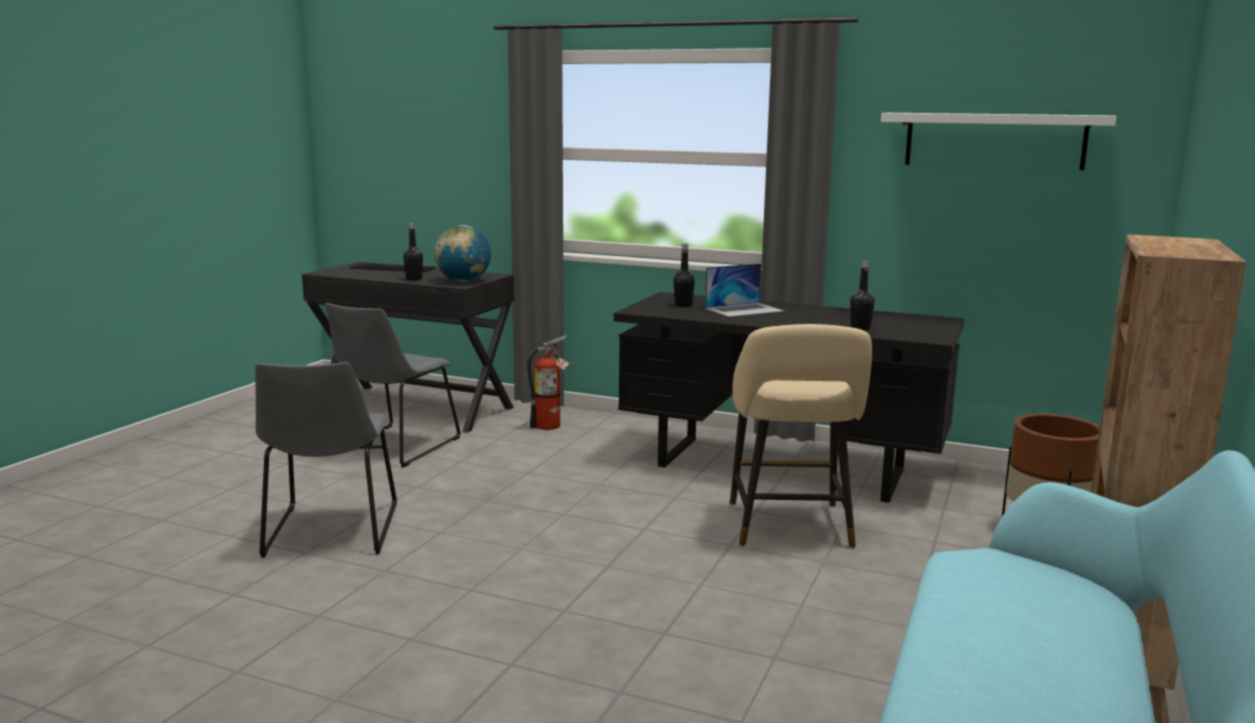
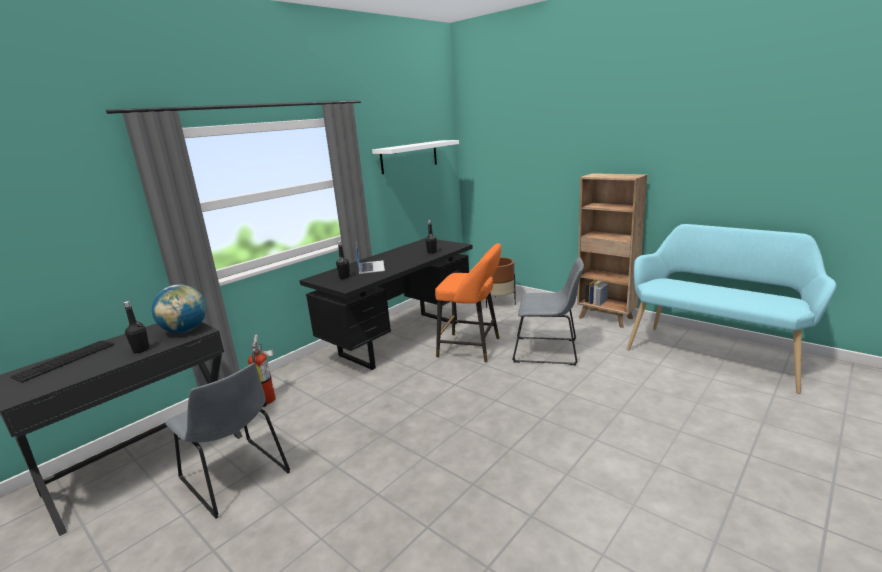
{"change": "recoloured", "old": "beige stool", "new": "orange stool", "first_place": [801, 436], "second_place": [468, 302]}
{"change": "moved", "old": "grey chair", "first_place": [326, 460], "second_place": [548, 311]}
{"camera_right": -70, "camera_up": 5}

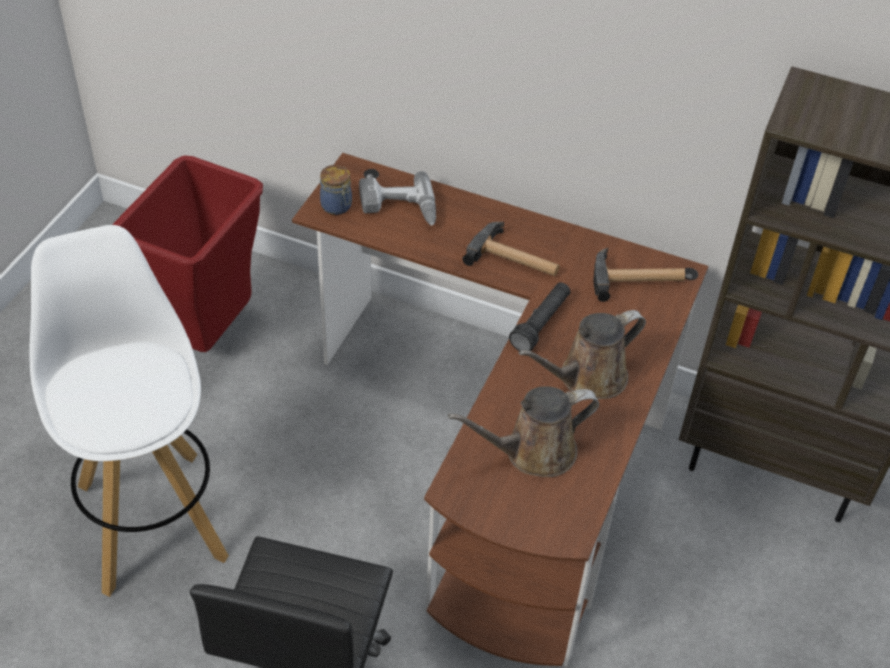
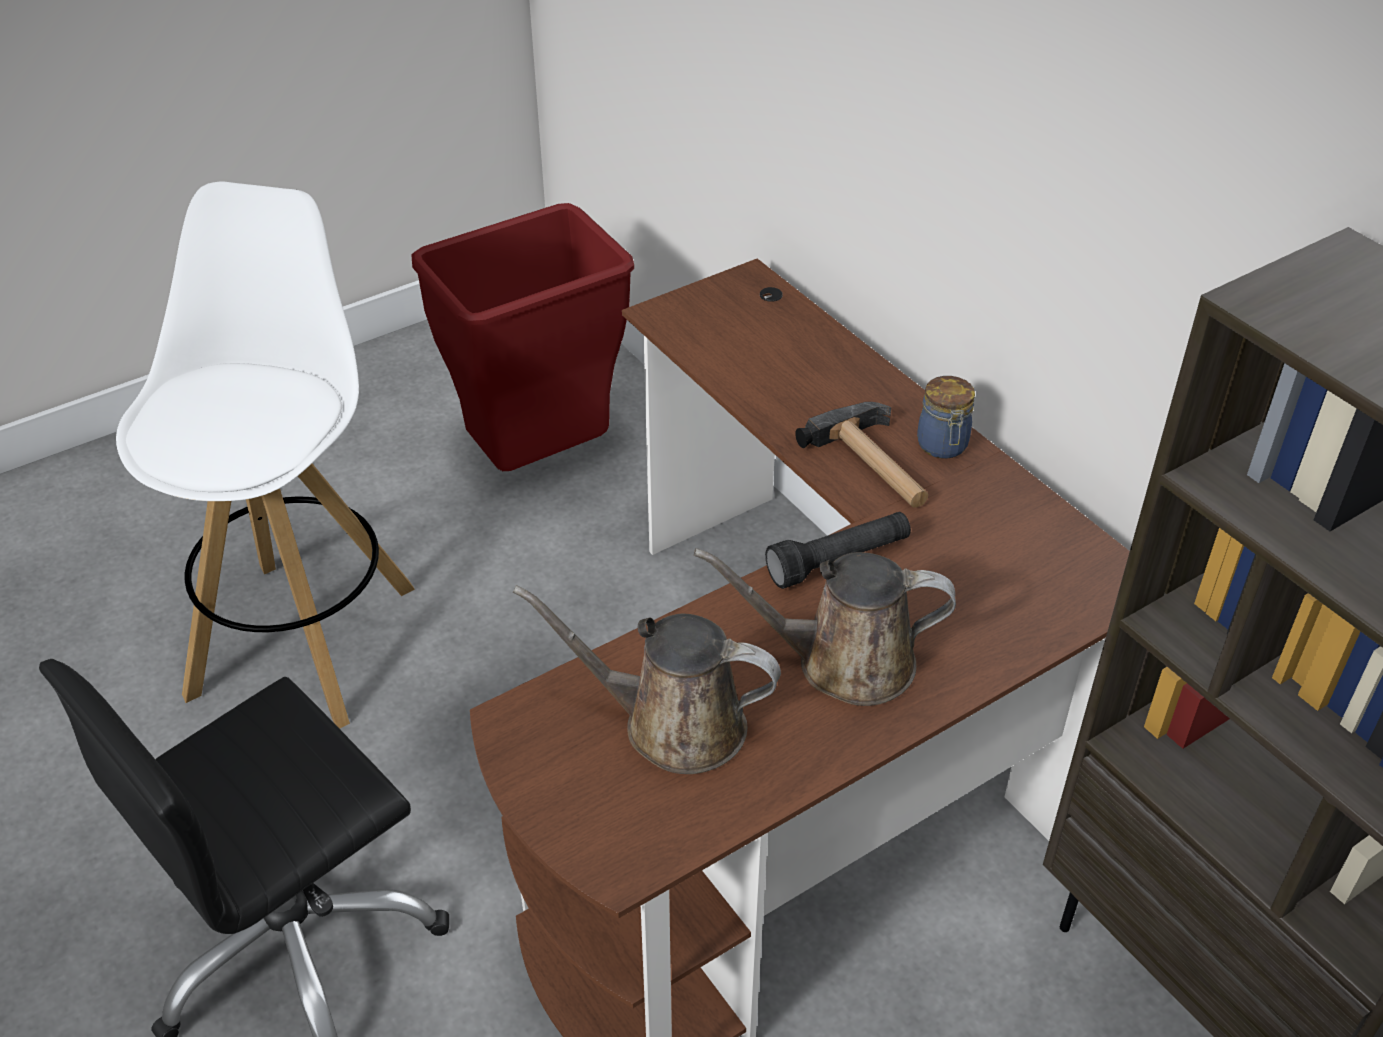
{"change": "moved", "old": "jar", "first_place": [336, 190], "second_place": [946, 417]}
{"change": "removed", "old": "power drill", "first_place": [397, 198]}
{"change": "removed", "old": "hammer", "first_place": [639, 275]}
{"camera_right": 35, "camera_up": -5}

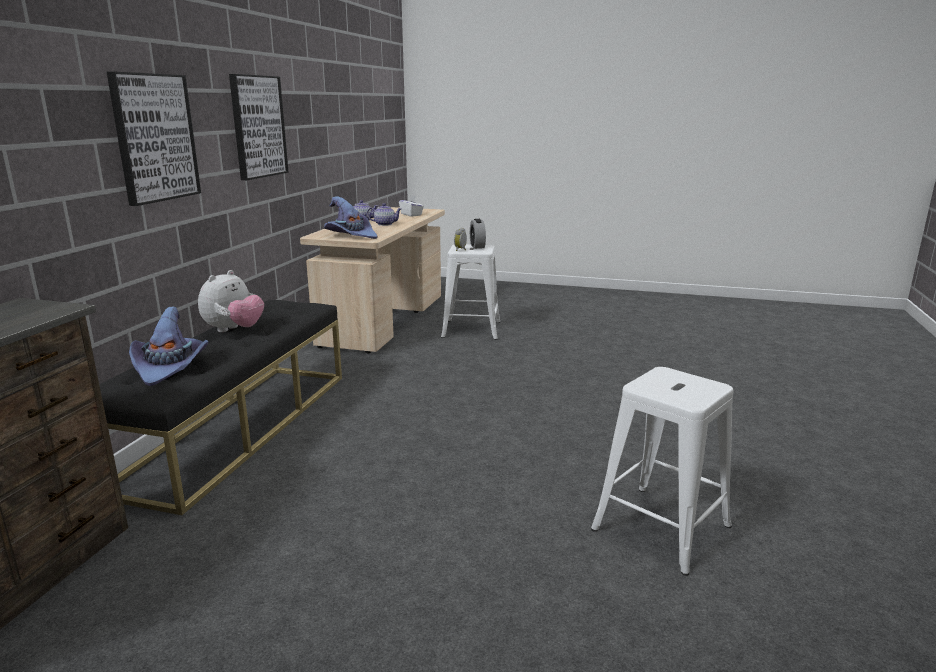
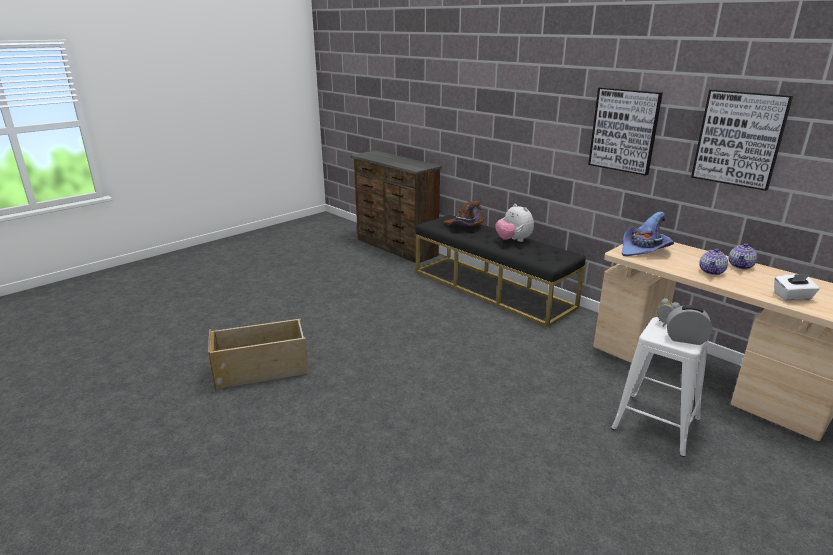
{"change": "moved", "old": "picture", "first_place": [154, 139], "second_place": [742, 140]}
{"change": "recoloured", "old": "purple hat", "new": "brown hat", "first_place": [169, 346], "second_place": [464, 214]}
{"change": "replaced", "old": "white stool", "new": "beige storage box", "first_place": [662, 471], "second_place": [258, 355]}
{"camera_right": 120, "camera_up": 5}

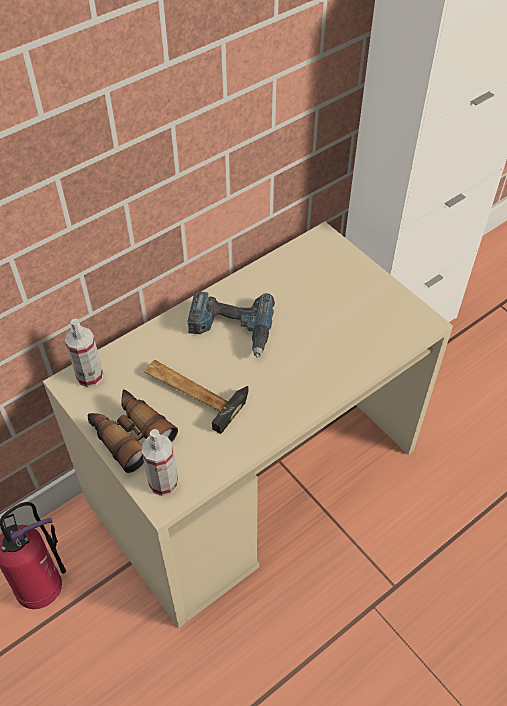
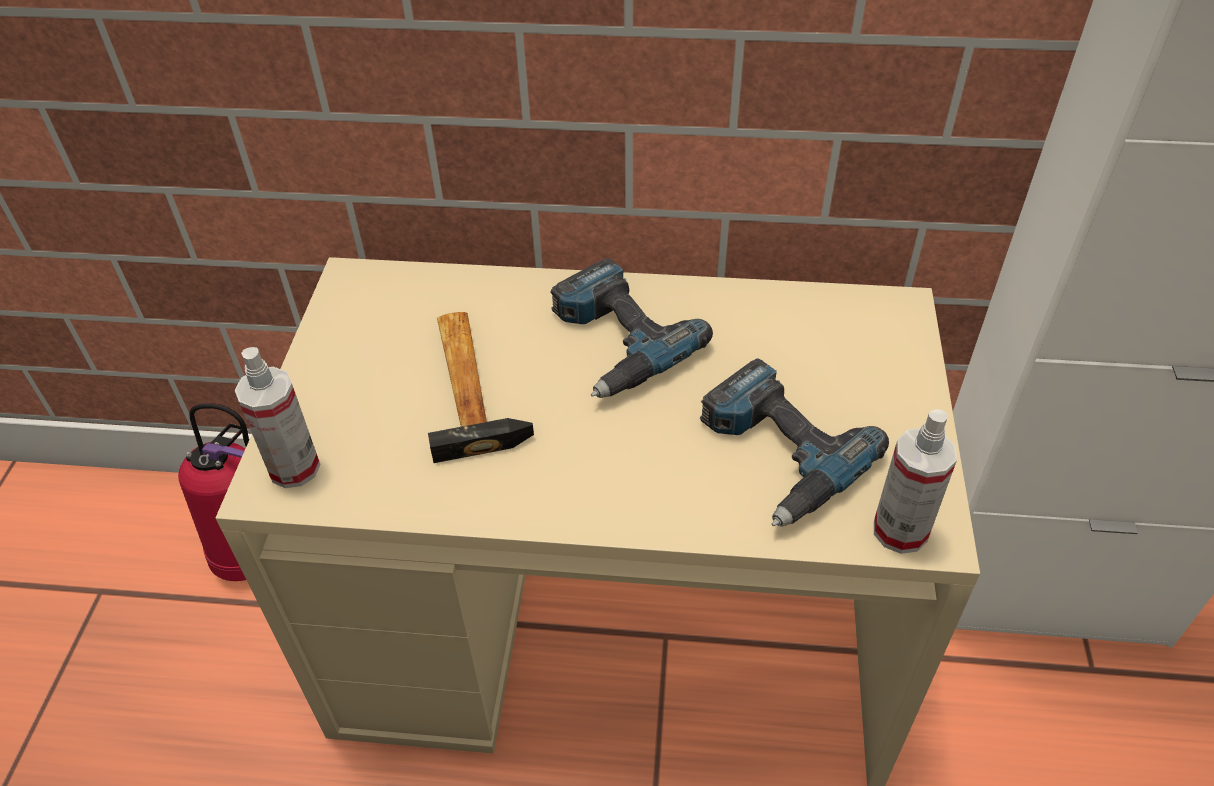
{"change": "moved", "old": "spray bottle", "first_place": [84, 352], "second_place": [915, 481]}
{"change": "removed", "old": "binoculars", "first_place": [133, 431]}
{"change": "added", "new": "power drill", "second_place": [794, 442]}
{"camera_right": 45, "camera_up": -5}

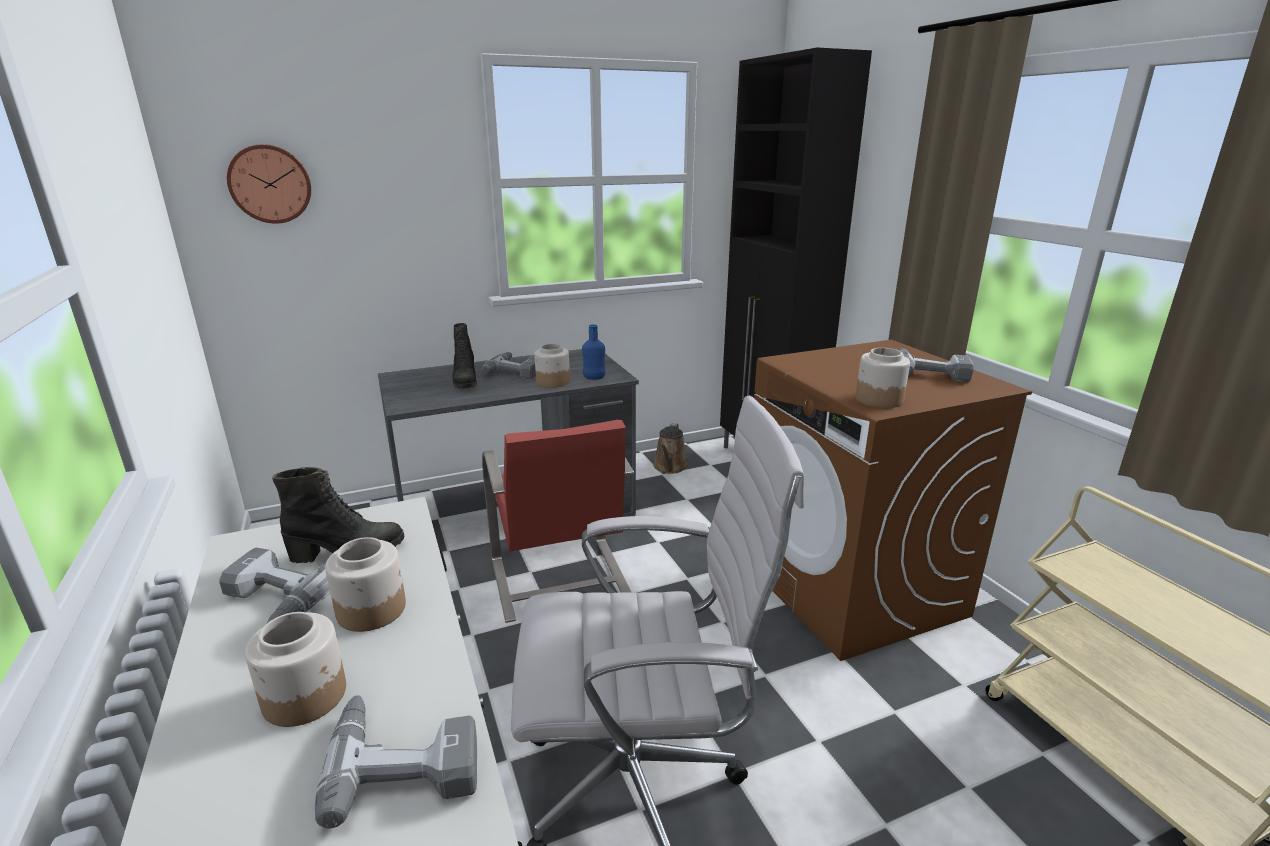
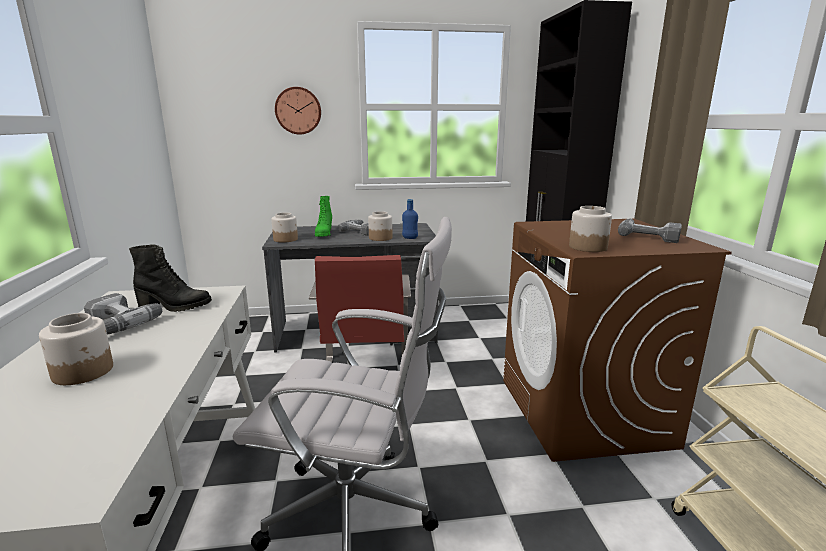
{"change": "moved", "old": "wall clock", "first_place": [269, 184], "second_place": [298, 111]}
{"change": "recoloured", "old": "black boot", "new": "green boot", "first_place": [465, 356], "second_place": [323, 216]}
{"change": "removed", "old": "brown watering can", "first_place": [671, 448]}
{"change": "moved", "old": "jar", "first_place": [365, 584], "second_place": [284, 228]}
{"change": "removed", "old": "power drill", "first_place": [396, 762]}
{"camera_right": 15, "camera_up": -5}

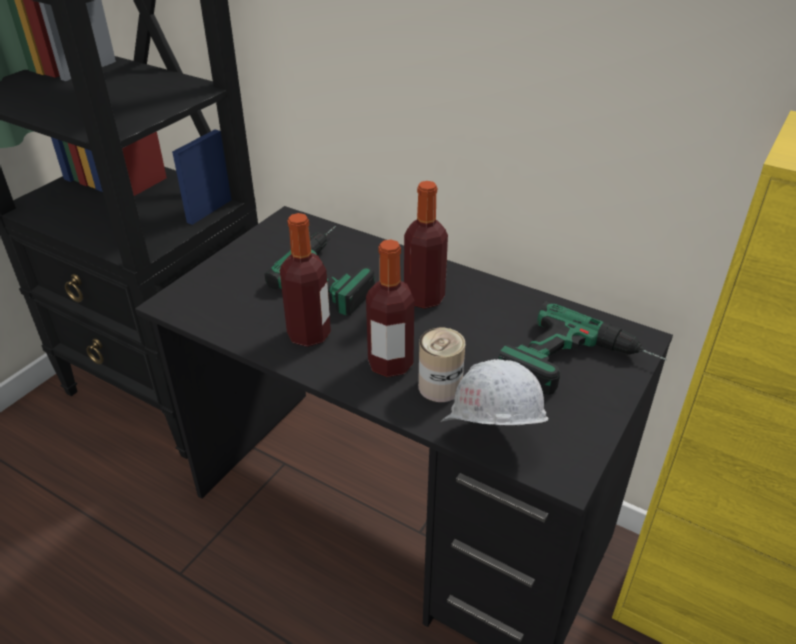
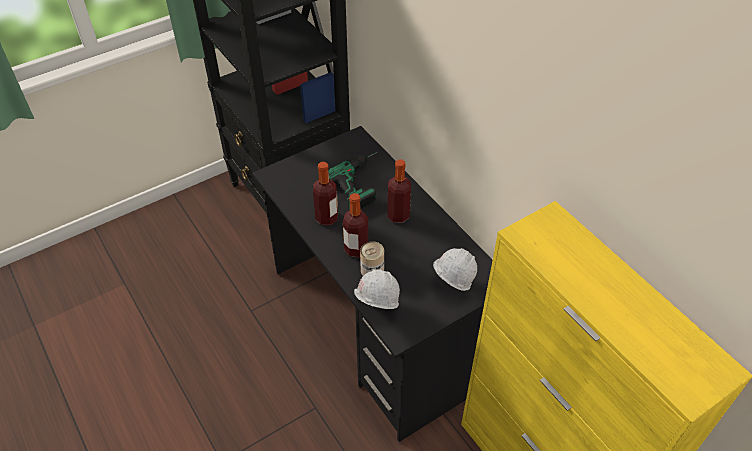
{"change": "replaced", "old": "power drill", "new": "white hard hat", "first_place": [583, 348], "second_place": [455, 269]}
{"camera_right": 25, "camera_up": 10}

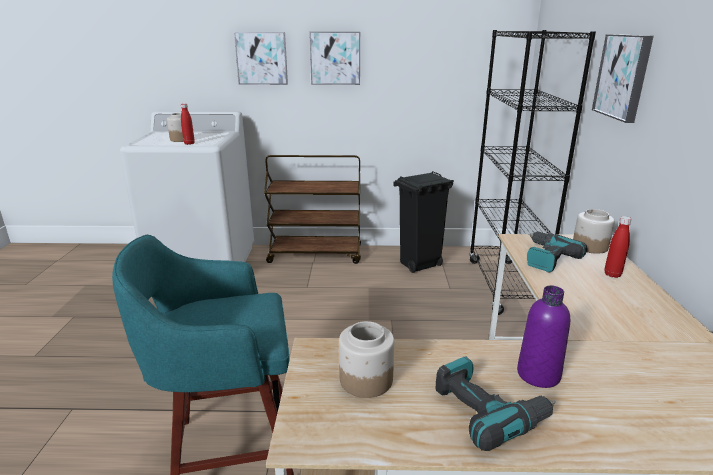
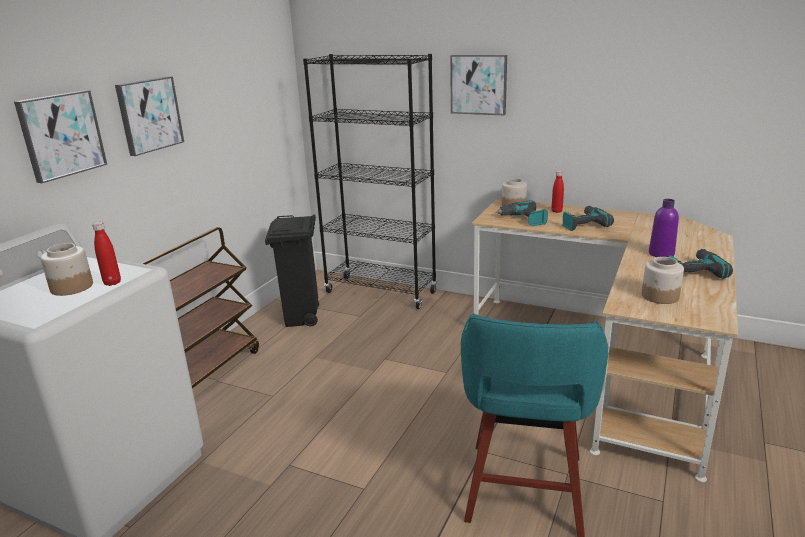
{"change": "added", "new": "power drill", "second_place": [588, 218]}
{"camera_right": -65, "camera_up": 0}

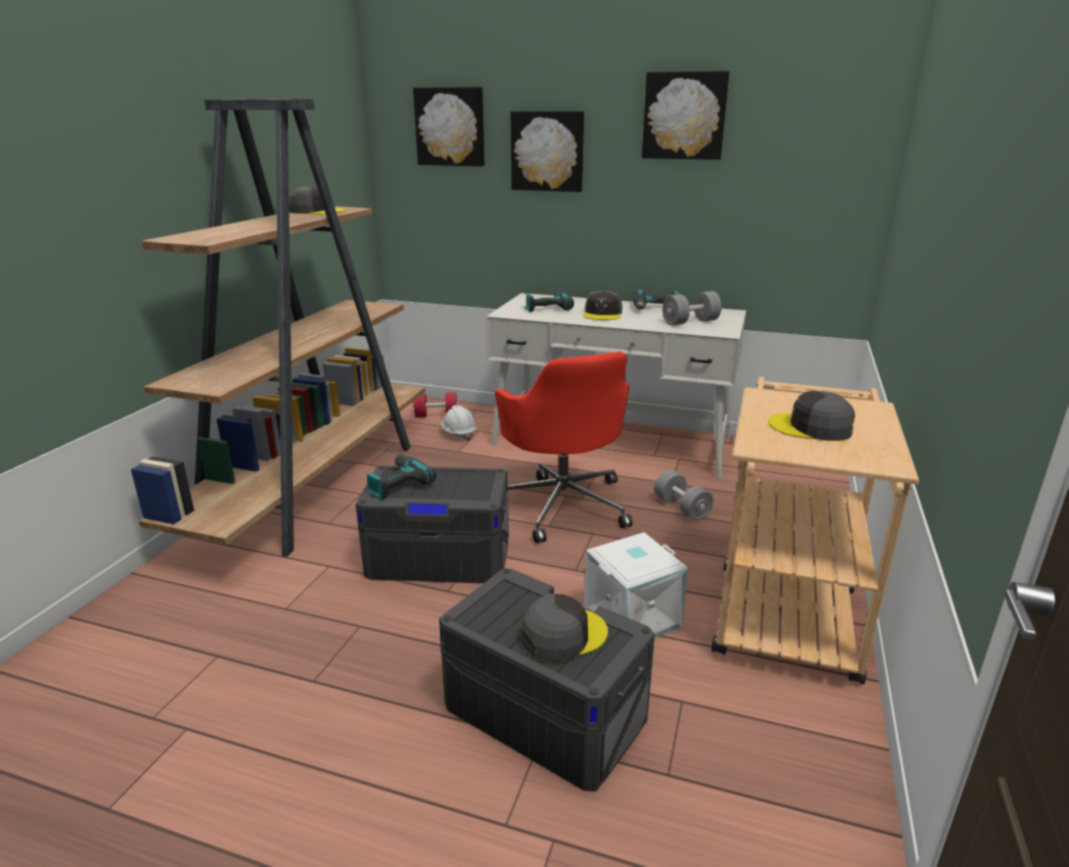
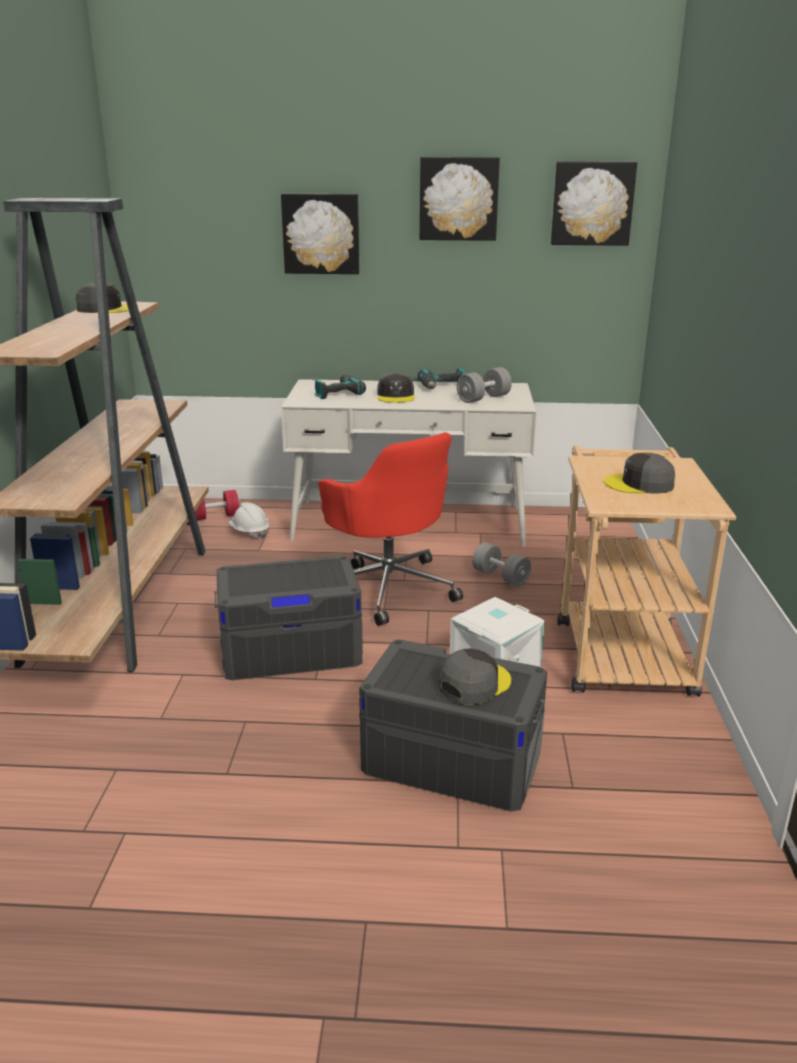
{"change": "moved", "old": "picture", "first_place": [449, 126], "second_place": [594, 204]}
{"change": "removed", "old": "power drill", "first_place": [401, 477]}
{"camera_right": -15, "camera_up": 0}

